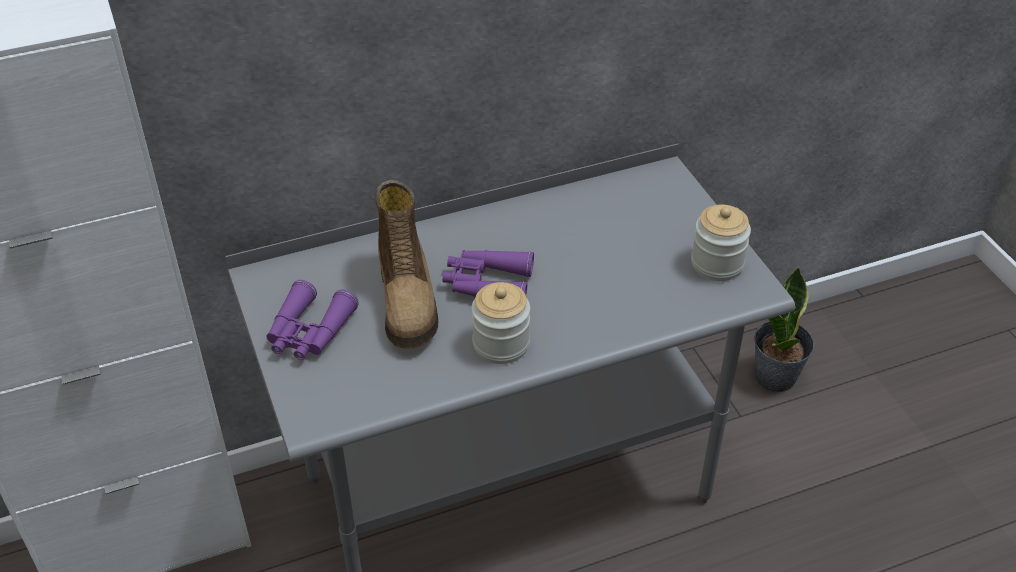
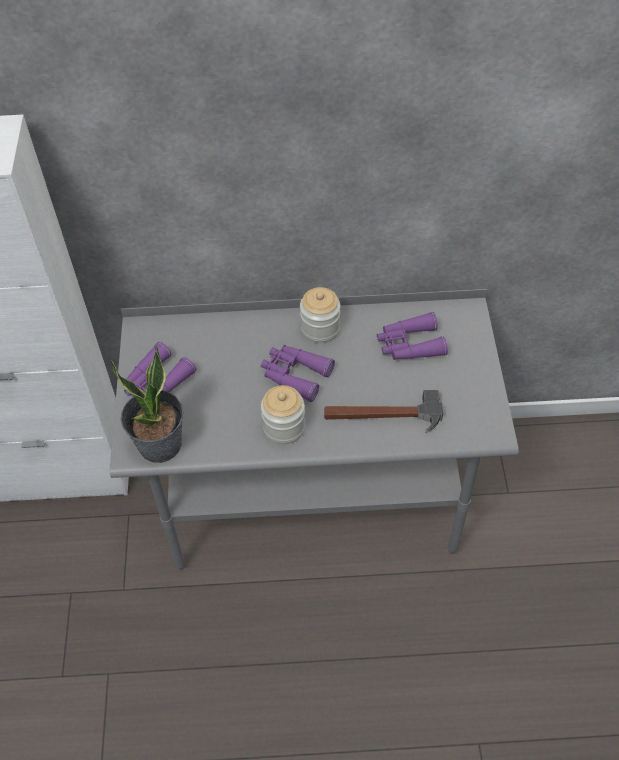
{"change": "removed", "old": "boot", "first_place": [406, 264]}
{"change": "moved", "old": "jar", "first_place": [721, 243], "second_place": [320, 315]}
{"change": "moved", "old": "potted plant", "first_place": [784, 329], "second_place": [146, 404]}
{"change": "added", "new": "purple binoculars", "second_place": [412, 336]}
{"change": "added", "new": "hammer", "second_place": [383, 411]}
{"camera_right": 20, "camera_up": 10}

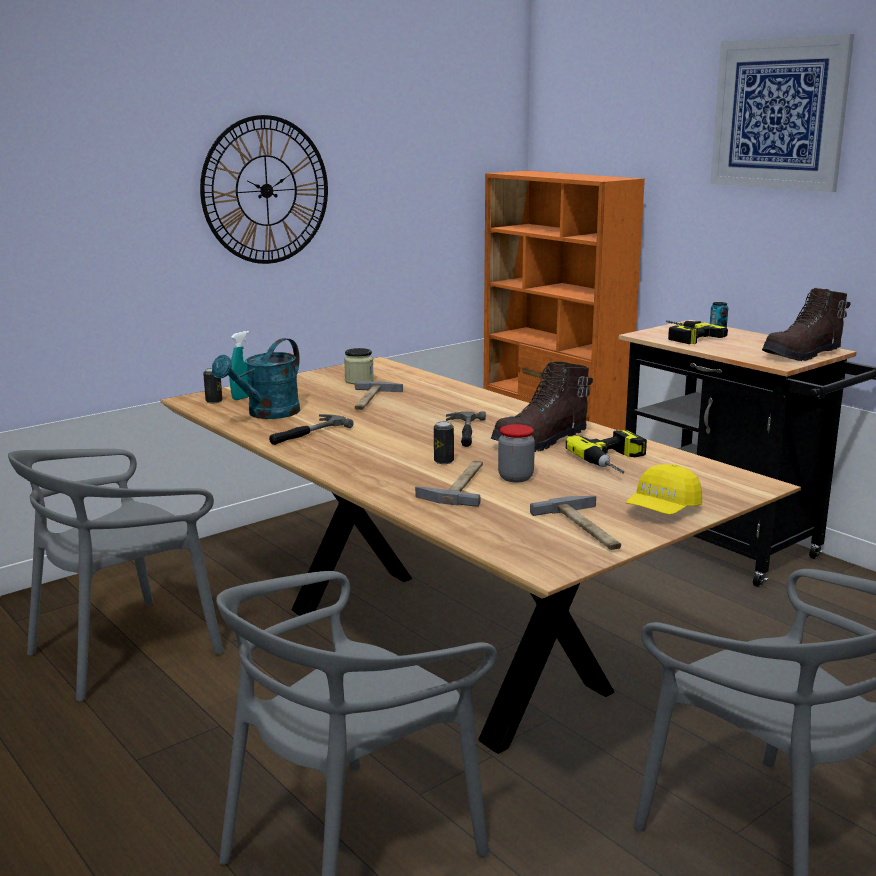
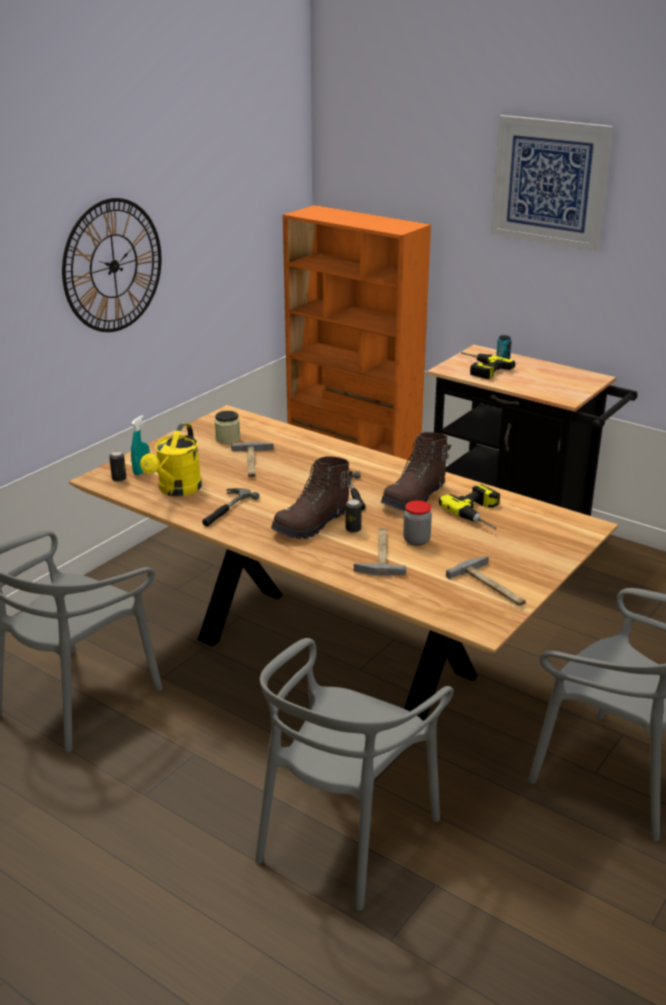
{"change": "moved", "old": "brown boot", "first_place": [806, 324], "second_place": [312, 497]}
{"change": "recoloured", "old": "turquoise watering can", "new": "yellow watering can", "first_place": [256, 378], "second_place": [171, 459]}
{"change": "removed", "old": "yellow cap", "first_place": [664, 489]}
{"camera_right": -15, "camera_up": 10}

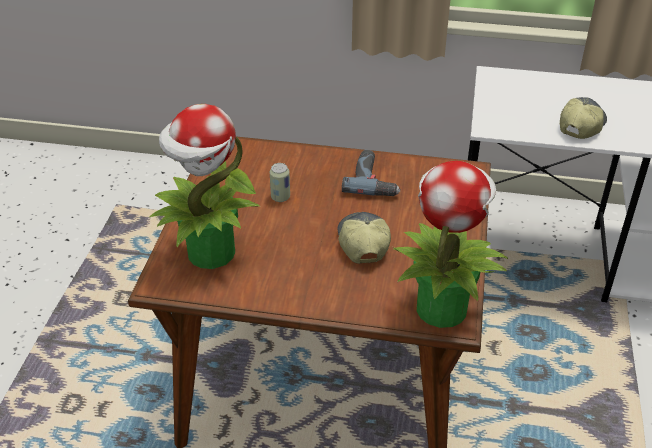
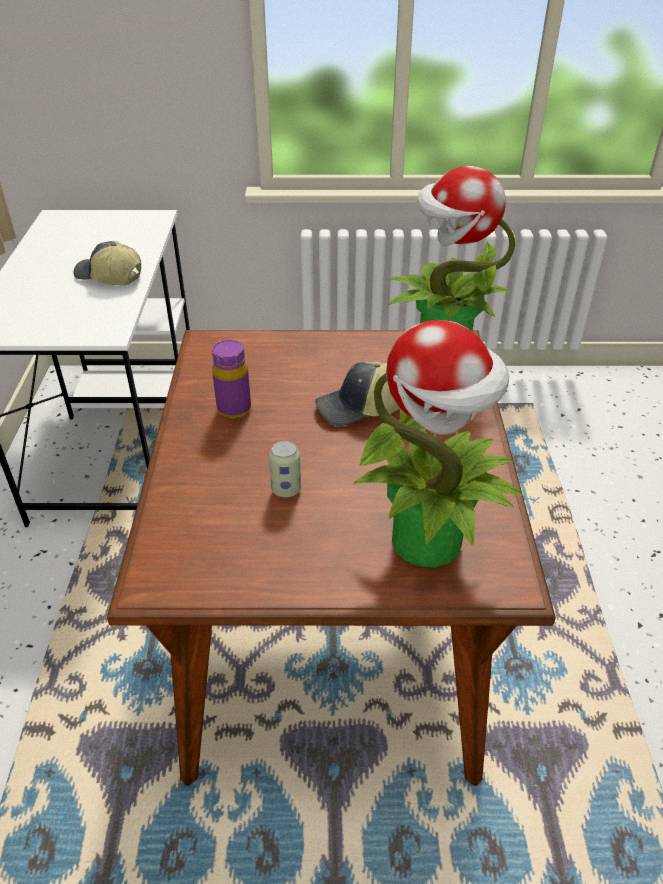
{"change": "replaced", "old": "power drill", "new": "purple bottle", "first_place": [371, 173], "second_place": [231, 379]}
{"camera_right": -100, "camera_up": 0}

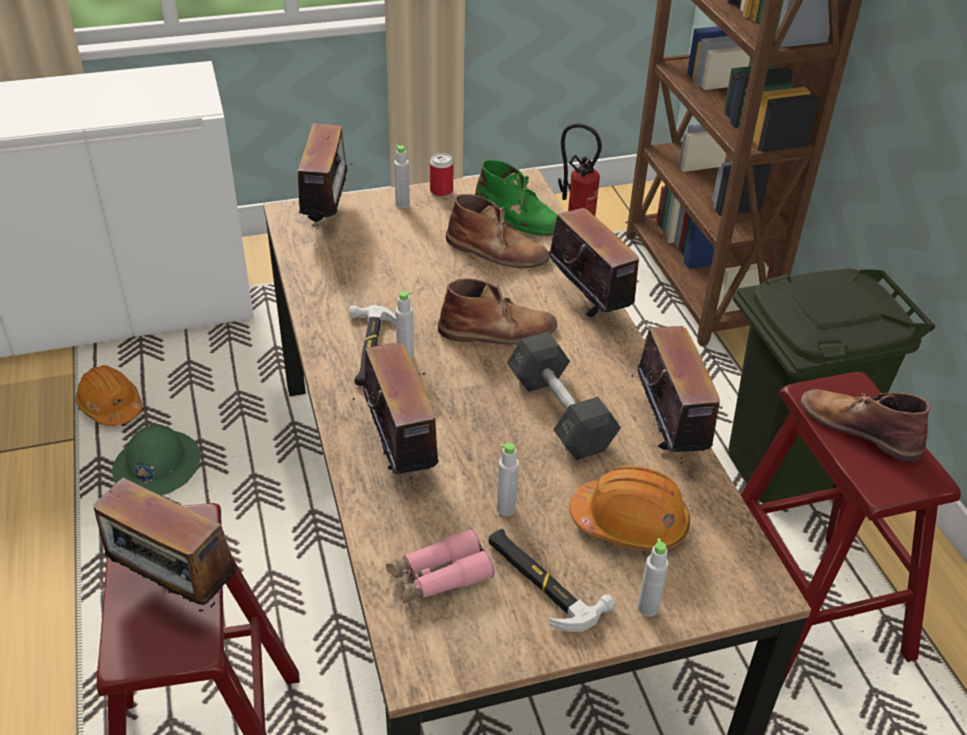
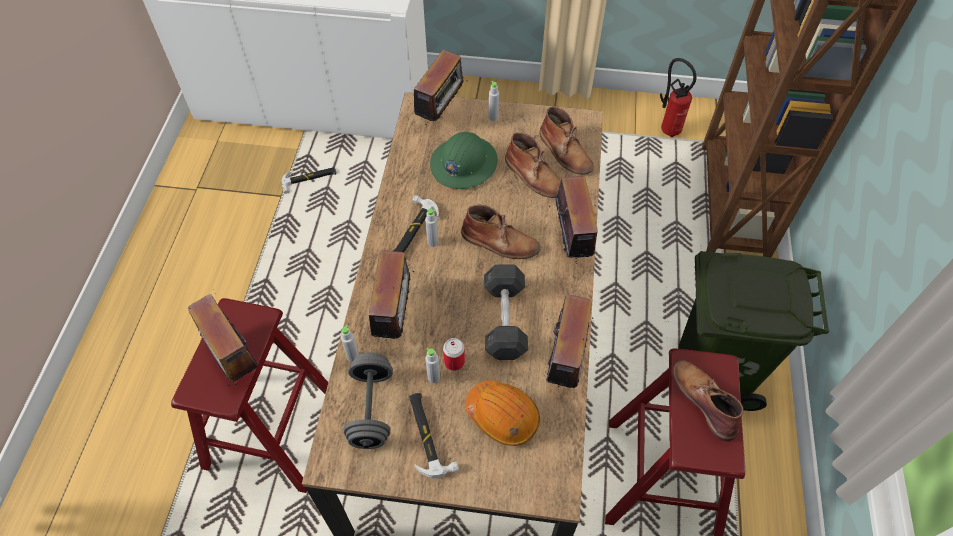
{"change": "moved", "old": "can", "first_place": [441, 174], "second_place": [454, 354]}
{"change": "recoloured", "old": "green boot", "new": "brown boot", "first_place": [516, 198], "second_place": [567, 140]}
{"change": "replaced", "old": "orange hard hat", "new": "hammer", "first_place": [109, 395], "second_place": [309, 180]}
{"change": "moved", "old": "green hard hat", "first_place": [156, 460], "second_place": [464, 160]}
{"change": "replaced", "old": "pink binoculars", "new": "grey dumbbell", "first_place": [440, 565], "second_place": [368, 401]}
{"change": "moved", "old": "grey bottle", "first_place": [653, 577], "second_place": [350, 343]}
{"camera_right": 25, "camera_up": 15}

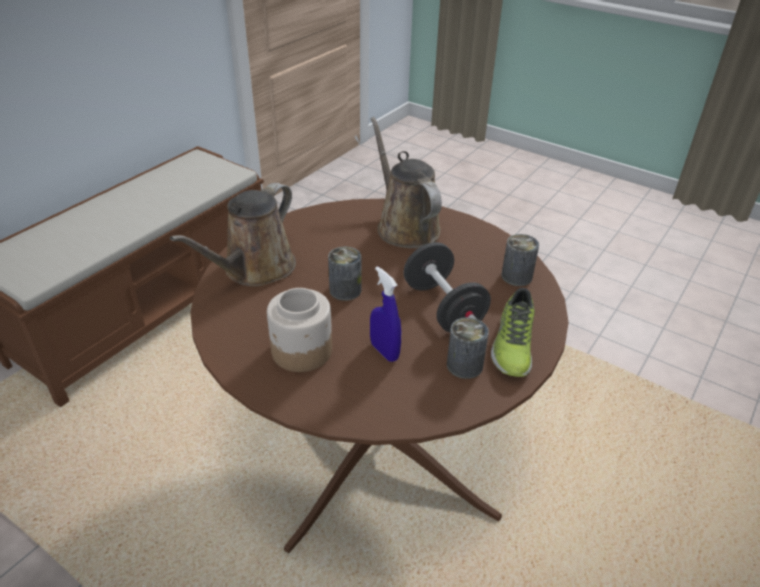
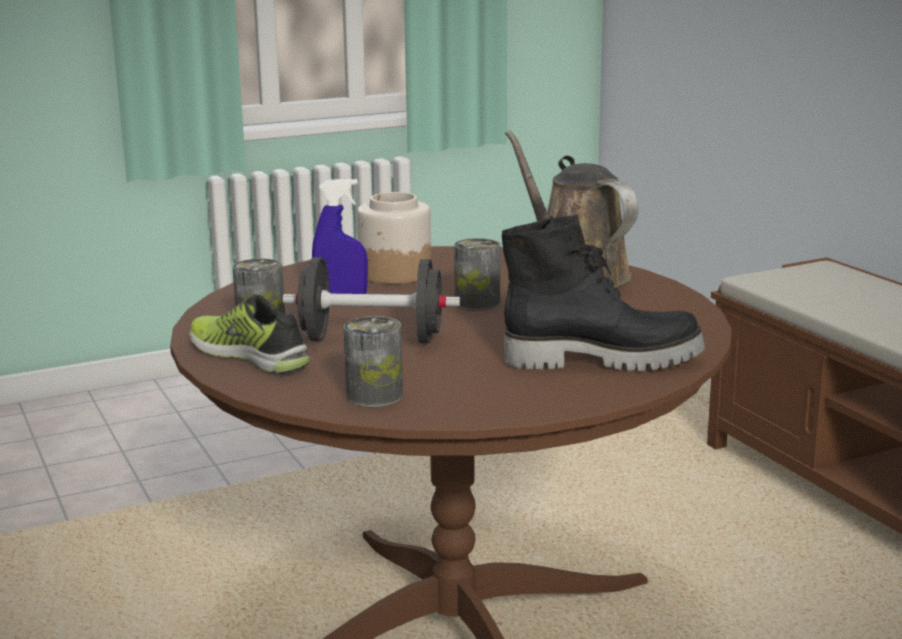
{"change": "replaced", "old": "brown watering can", "new": "black boot", "first_place": [406, 182], "second_place": [603, 293]}
{"camera_right": 120, "camera_up": -20}

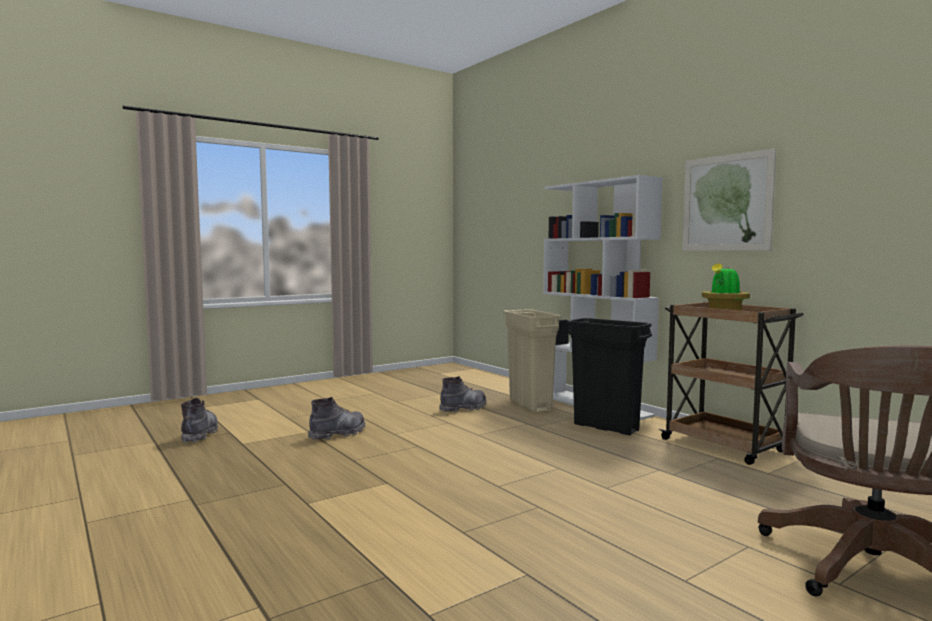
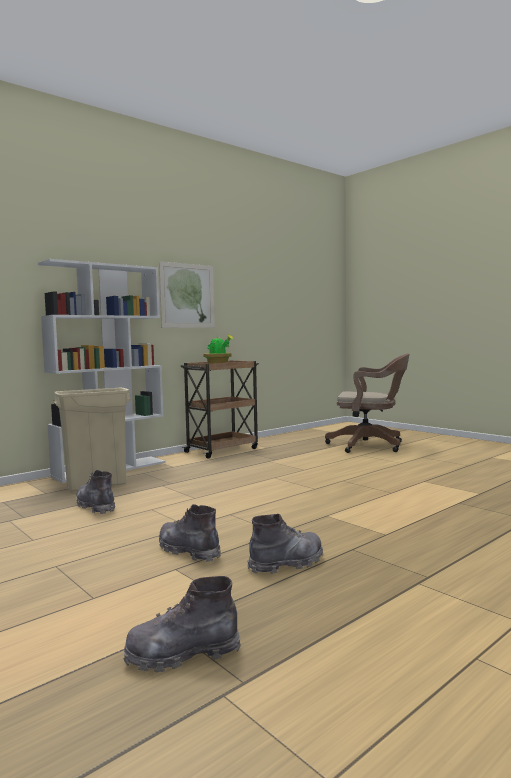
{"change": "removed", "old": "black trash can", "first_place": [609, 376]}
{"change": "added", "new": "grey boot", "second_place": [285, 544]}
{"camera_right": -95, "camera_up": 0}

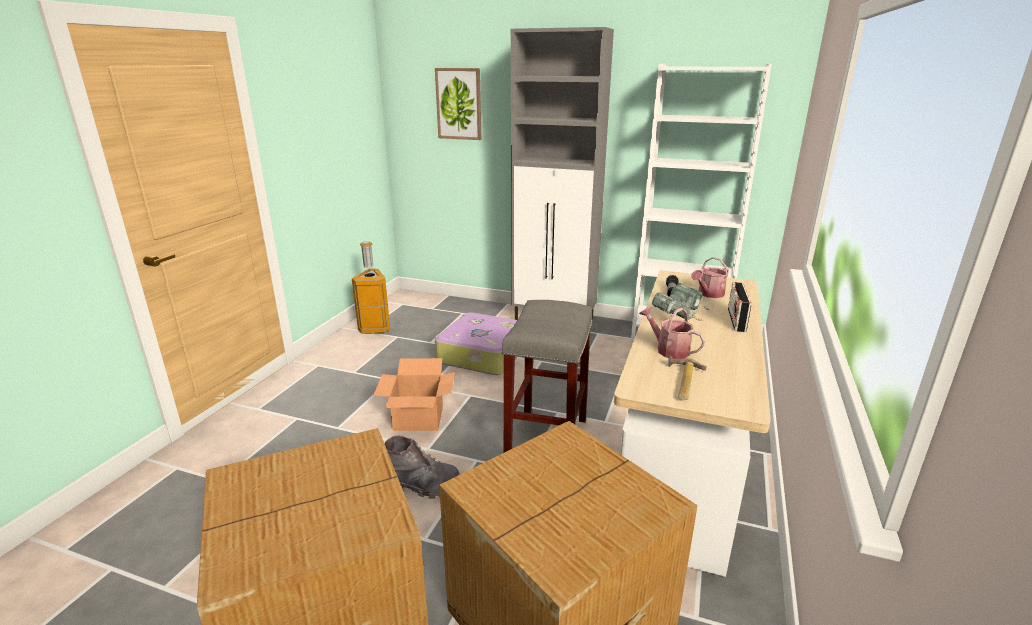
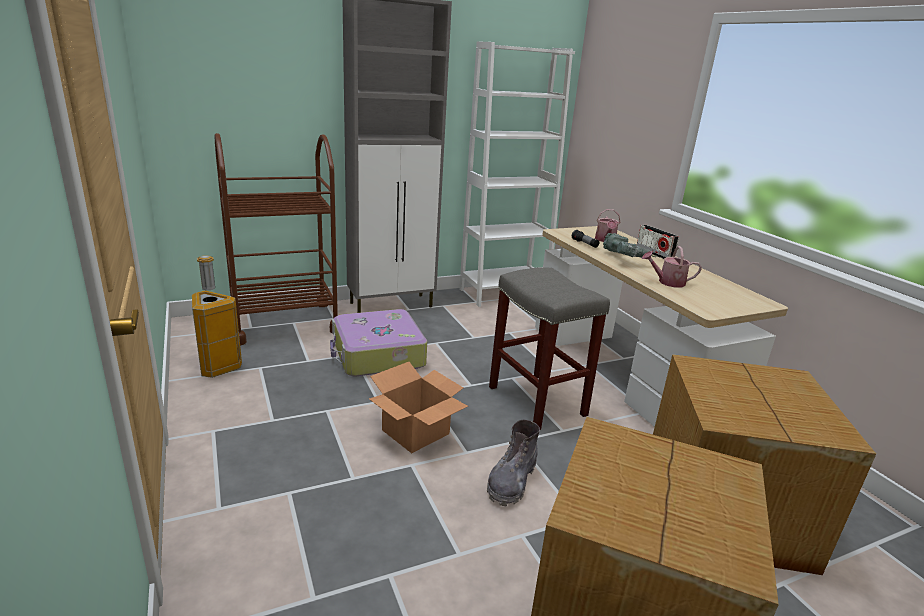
{"change": "removed", "old": "picture", "first_place": [458, 104]}
{"change": "removed", "old": "hammer", "first_place": [687, 378]}
{"change": "turned", "old": "grey boot", "first_place": [422, 467], "second_place": [513, 463], "degrees": 150}
{"change": "added", "new": "brown cart", "second_place": [276, 239]}
{"camera_right": -45, "camera_up": 0}

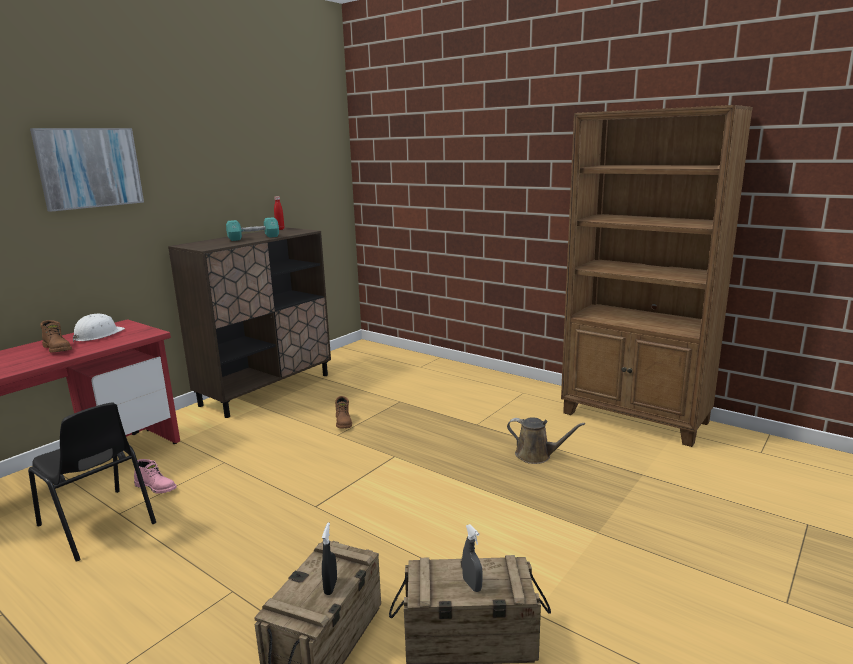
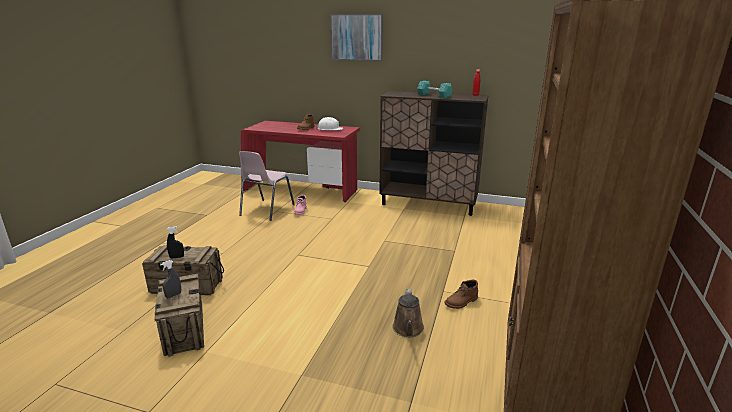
{"change": "moved", "old": "brown boot", "first_place": [343, 412], "second_place": [461, 294]}
{"change": "recoloured", "old": "black chair", "new": "pink chair", "first_place": [92, 482], "second_place": [267, 186]}
{"camera_right": 70, "camera_up": 5}

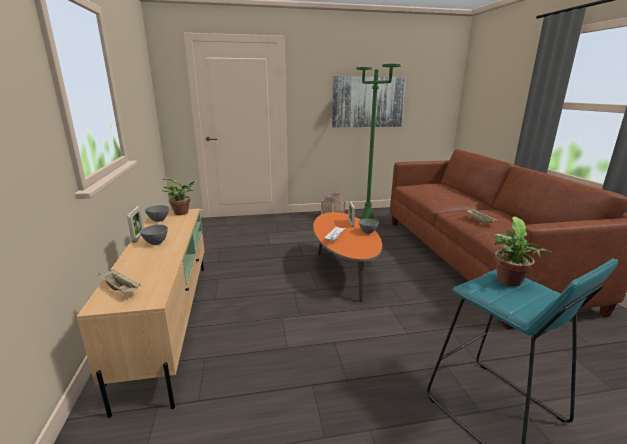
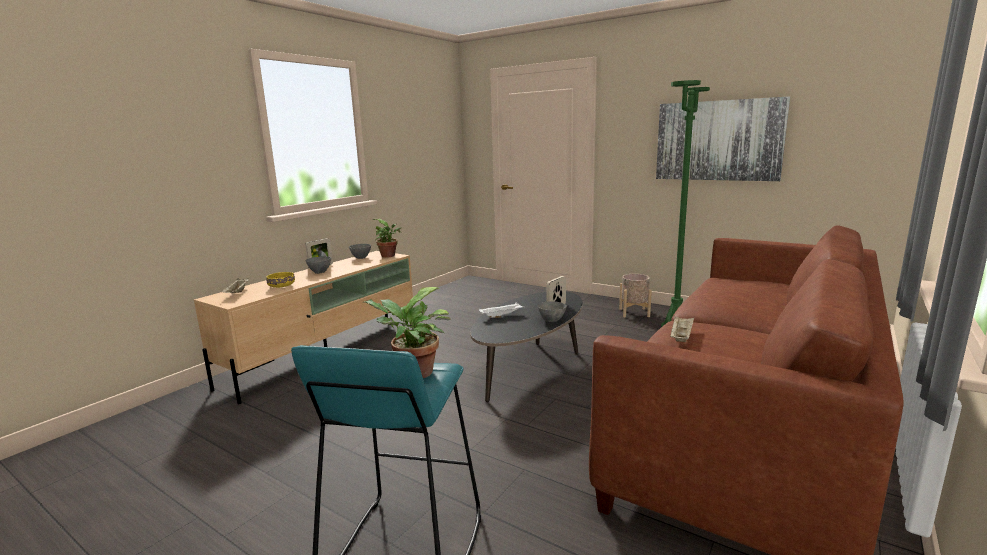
{"change": "recoloured", "old": "orange coffee table", "new": "black coffee table", "first_place": [347, 257], "second_place": [526, 347]}
{"change": "added", "new": "yellow bowl", "second_place": [280, 280]}
{"camera_right": 45, "camera_up": -5}

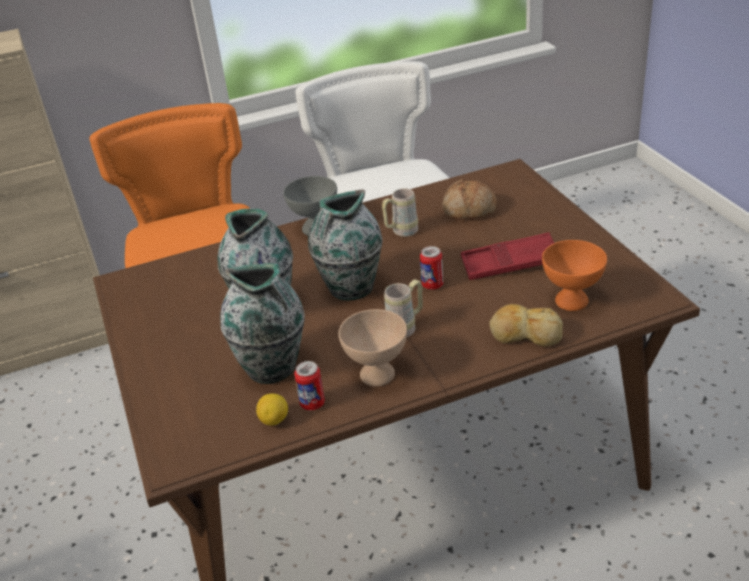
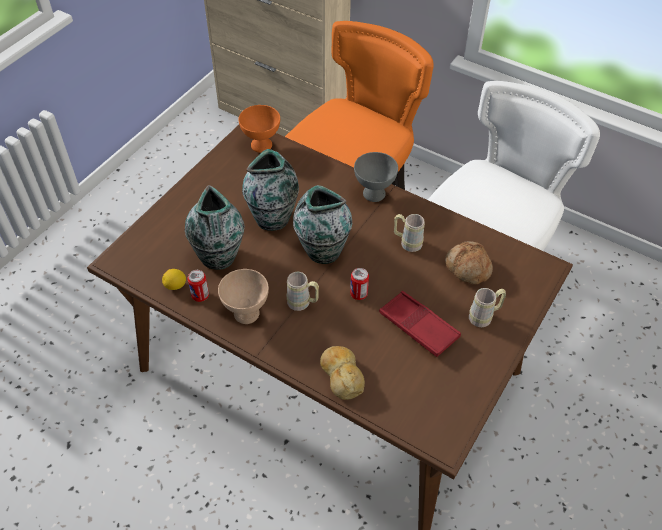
{"change": "moved", "old": "orange bowl", "first_place": [574, 275], "second_place": [259, 129]}
{"change": "added", "new": "beige mug", "second_place": [487, 307]}
{"camera_right": 50, "camera_up": 15}

